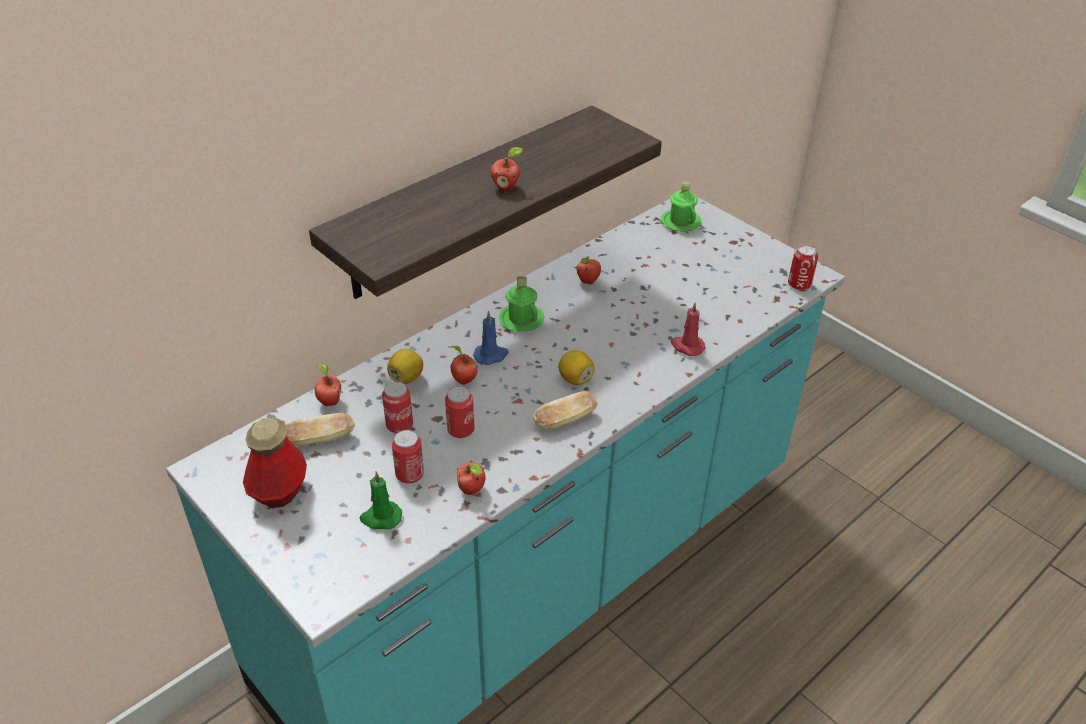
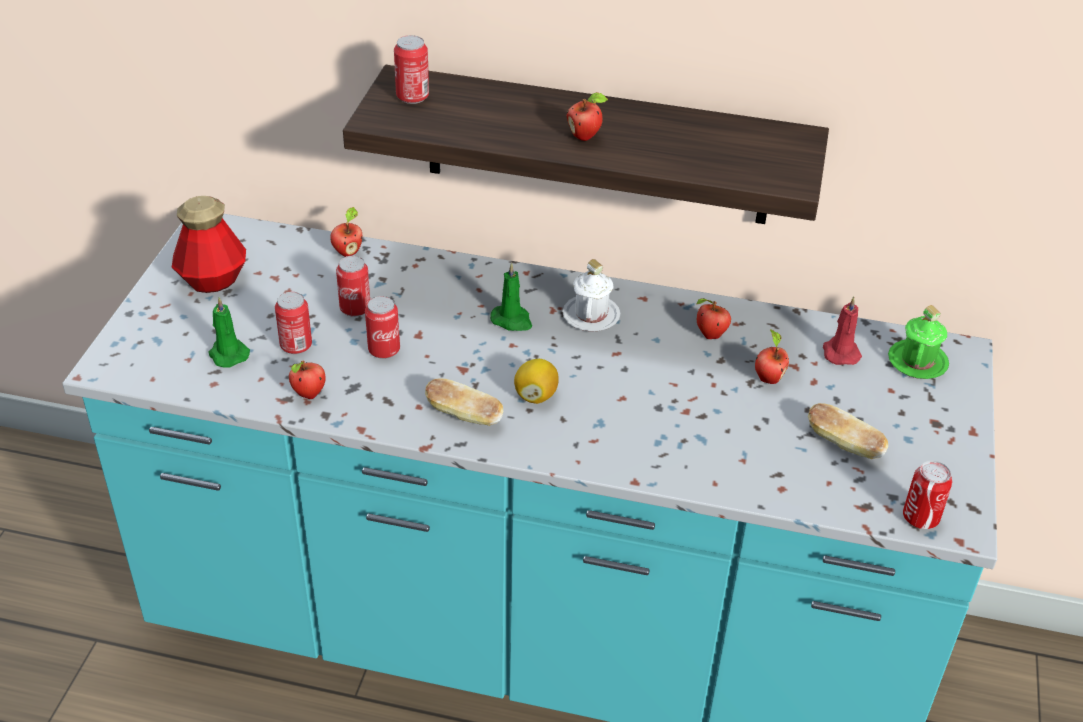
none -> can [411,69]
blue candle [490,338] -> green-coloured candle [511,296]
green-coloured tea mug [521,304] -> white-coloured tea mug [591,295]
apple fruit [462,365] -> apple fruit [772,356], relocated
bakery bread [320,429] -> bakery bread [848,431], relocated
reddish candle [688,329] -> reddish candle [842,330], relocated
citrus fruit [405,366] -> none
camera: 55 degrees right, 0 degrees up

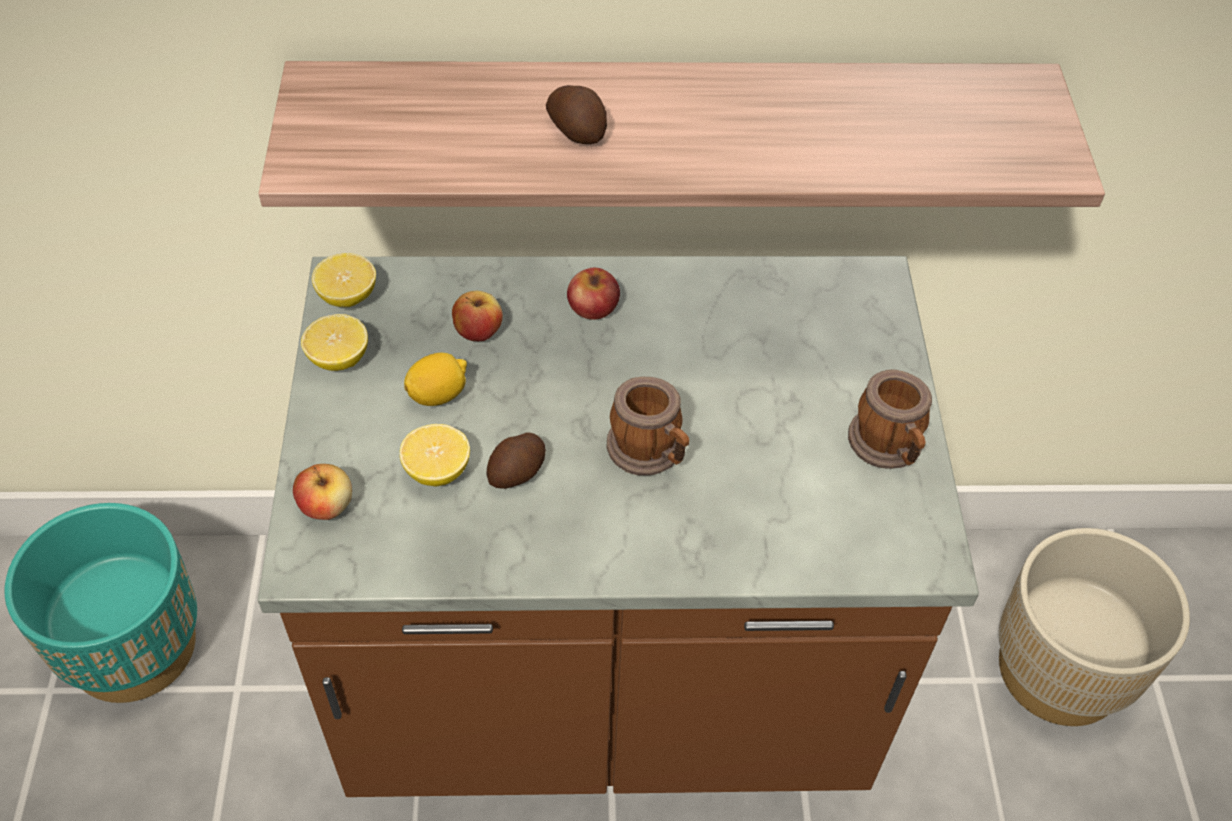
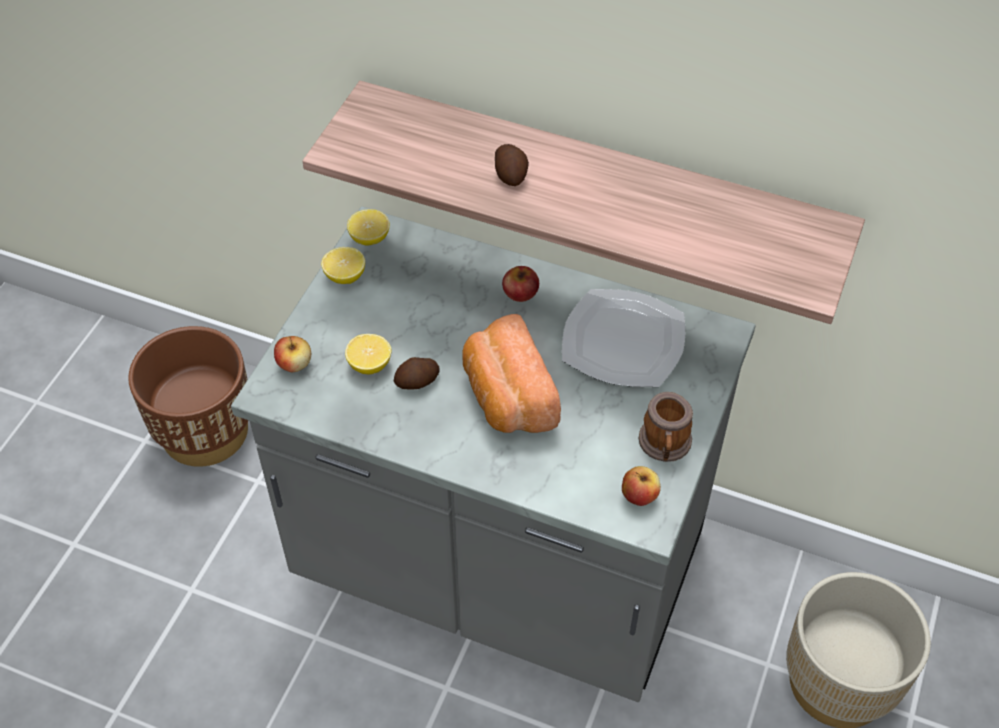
turquoise flower pot [101,603] -> brown-coloured flower pot [188,396]
brown-coloured kitchen counter [618,526] -> greyish kitchen counter [493,454]
tea mug [648,426] -> bakery bread [511,373]
none -> flat dish [623,338]
apple fruit [477,316] -> apple fruit [641,486], relocated
citrus fruit [435,379] -> none
camera: 25 degrees right, 0 degrees up

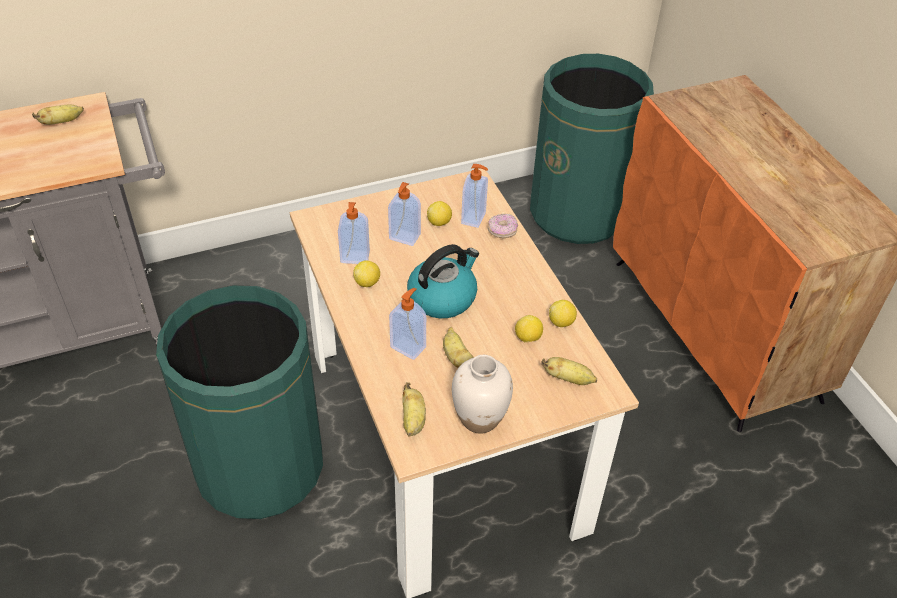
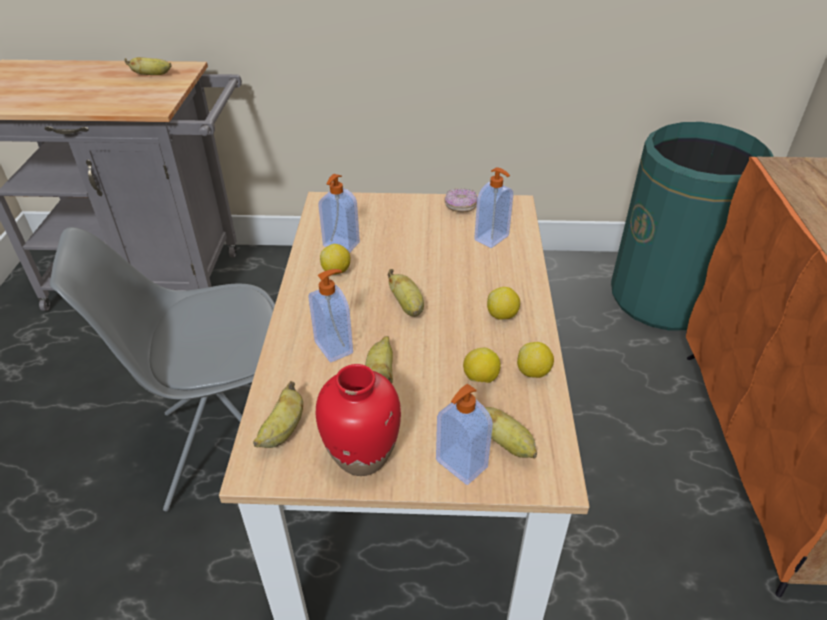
green-coloured waste bin [239,402] -> greyish plain chair [162,369]
white-coloured decorative vase [482,394] -> reddish decorative vase [358,420]
water kettle [443,281] -> banana [406,293]
soap bottle [404,214] -> soap bottle [464,434], relocated
ring doughnut [503,226] -> ring doughnut [461,200], relocated
citrus fruit [439,213] -> citrus fruit [503,303], relocated
camera: 25 degrees right, 5 degrees down

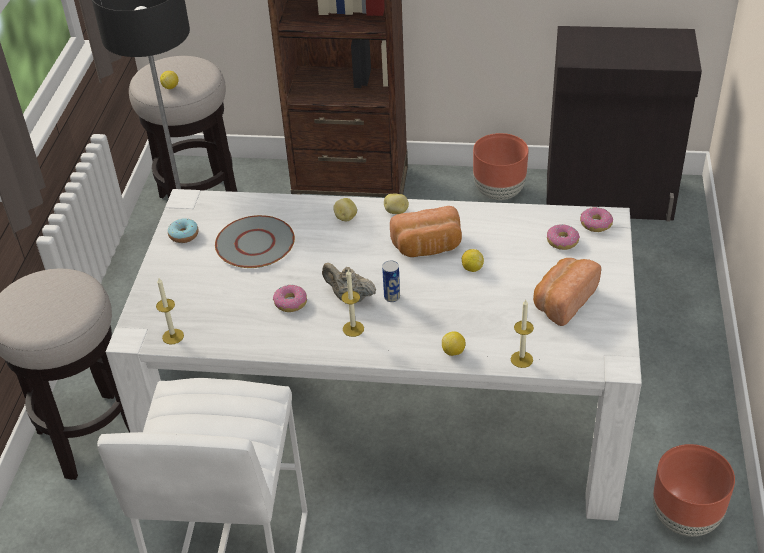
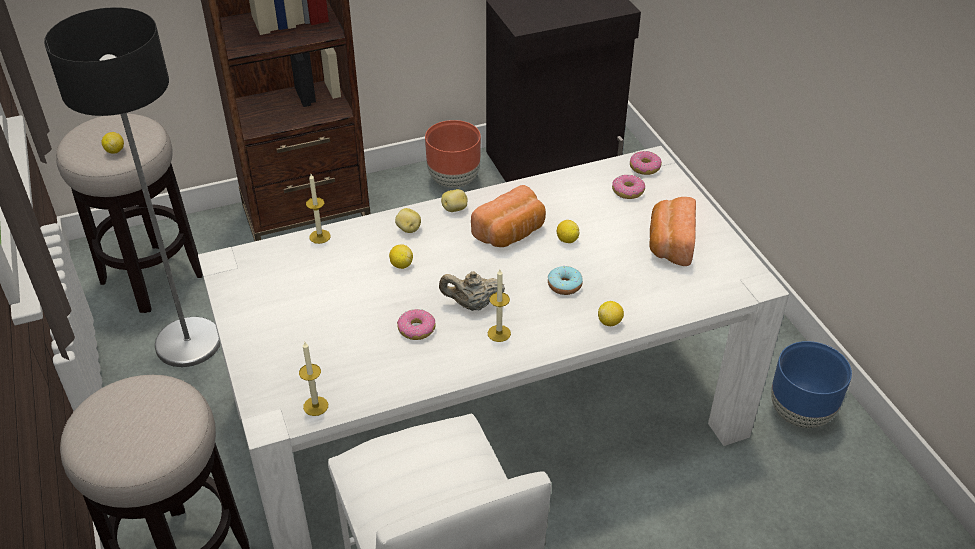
candle [522,334] -> candle [318,209], relocated
none -> citrus fruit [401,256]
ring doughnut [183,230] -> ring doughnut [565,280], relocated
brown-coloured flower pot [694,490] -> blue flower pot [811,384]
greyish flat dish [255,241] -> none
can [391,281] -> none
camera: 30 degrees left, 0 degrees up

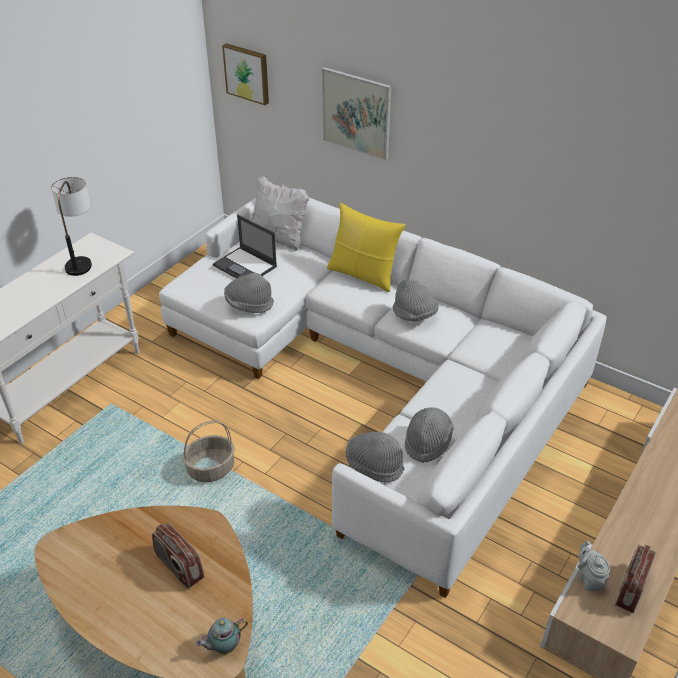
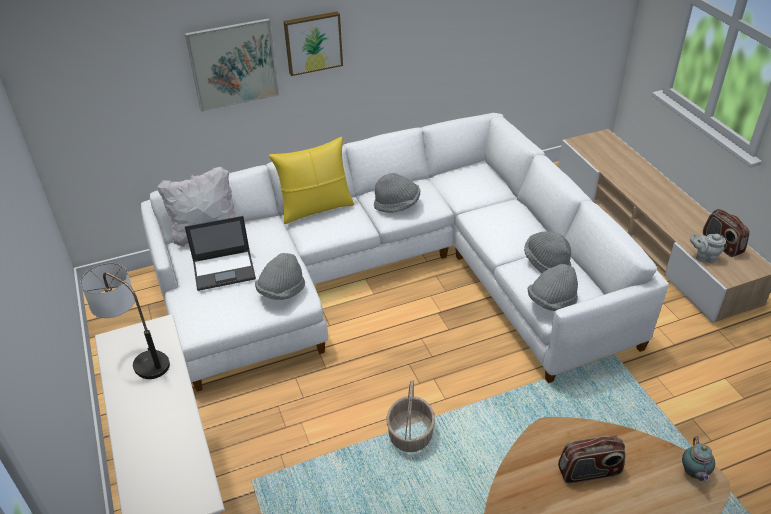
wall picture [245,74] -> wall picture [313,43], relocated
camera: 55 degrees left, 0 degrees up

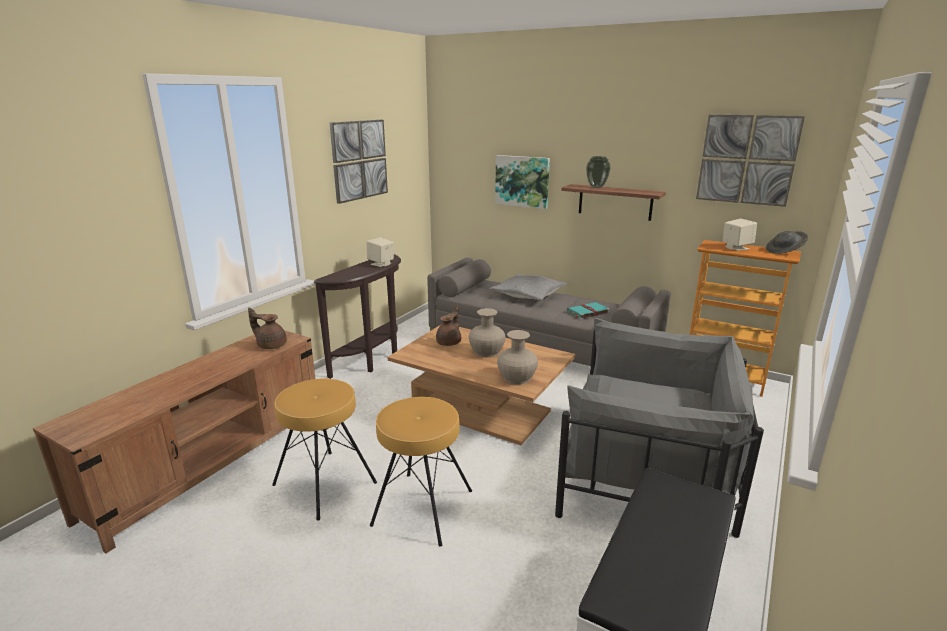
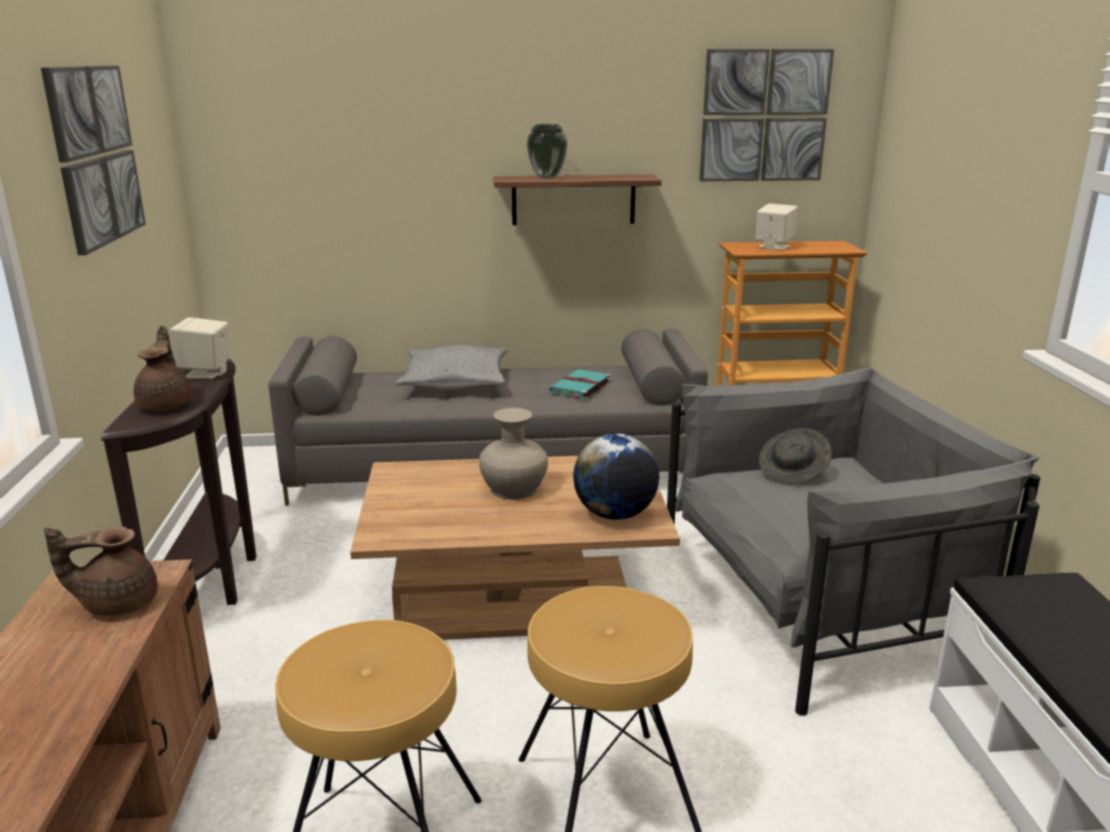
brown-coloured teapot [448,325] -> brown-coloured teapot [163,368], relocated
sand-coloured decorative vase [517,357] -> world globe [616,476]
greyish hat [787,242] -> greyish hat [795,456], relocated
wall picture [522,182] -> none
camera: 35 degrees left, 0 degrees up

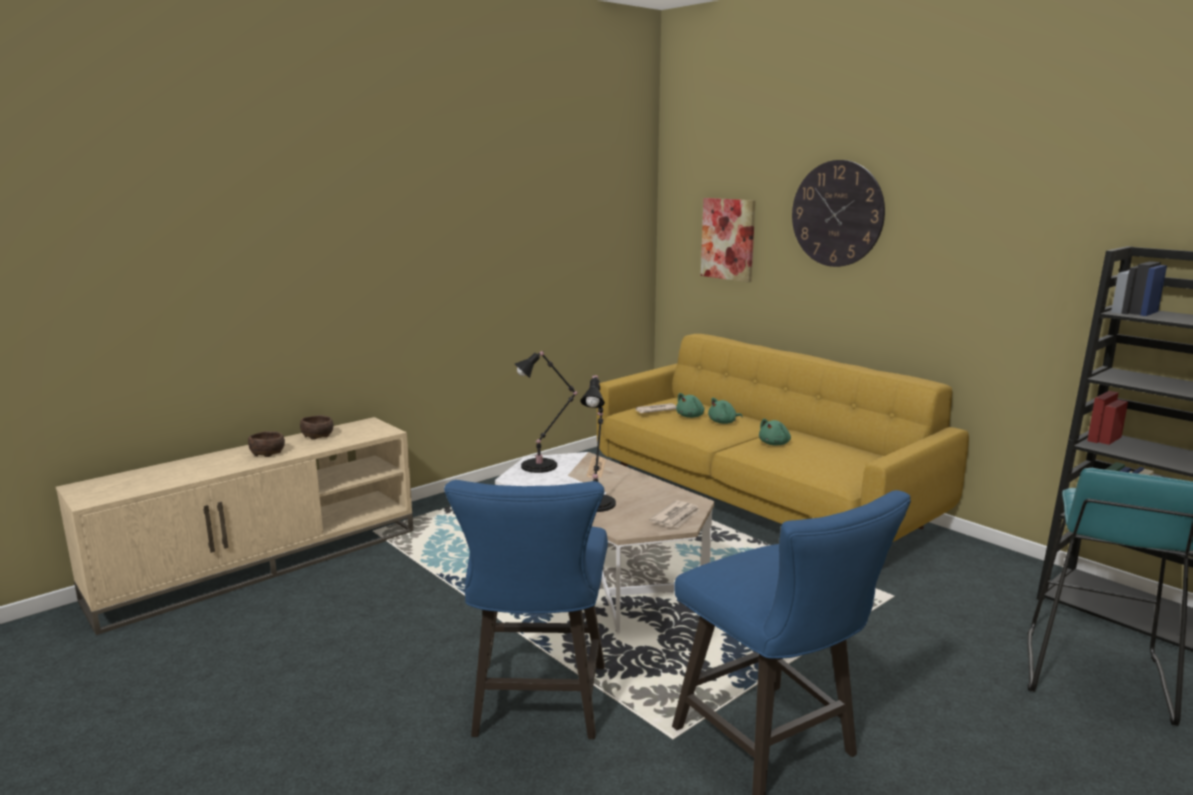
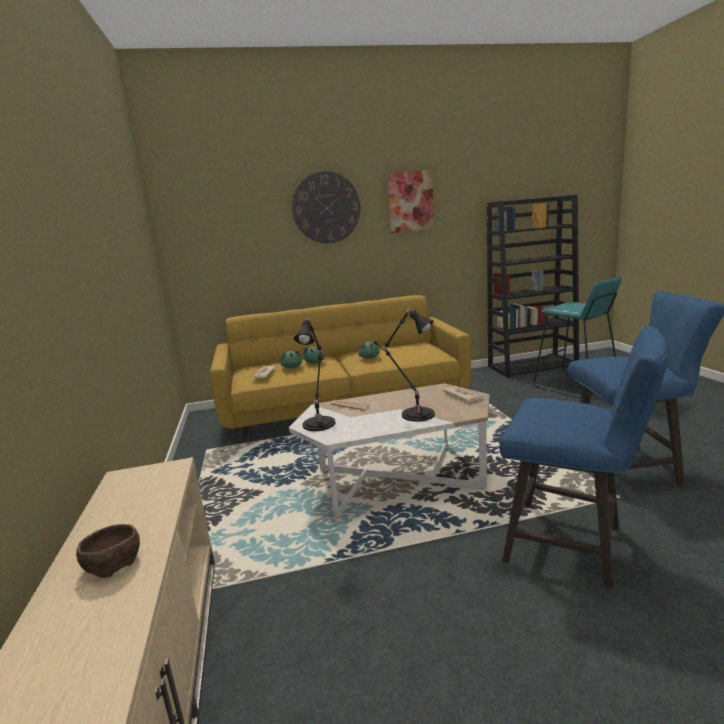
wall picture [728,240] -> wall picture [410,201], relocated
brown-coloured bowl [316,427] -> none
camera: 60 degrees left, 0 degrees up

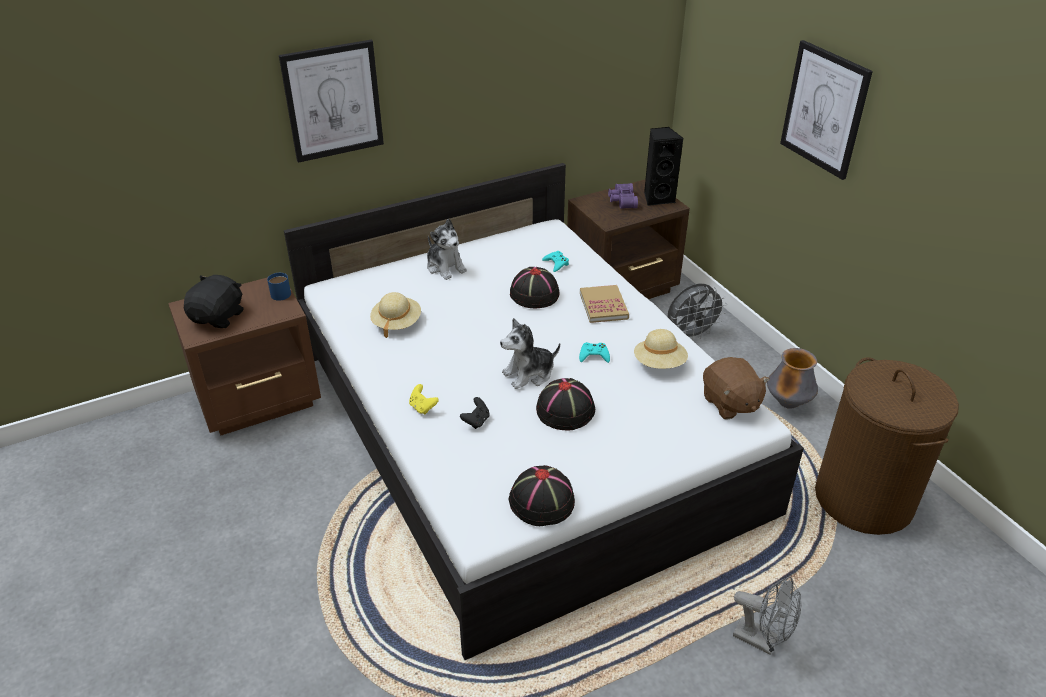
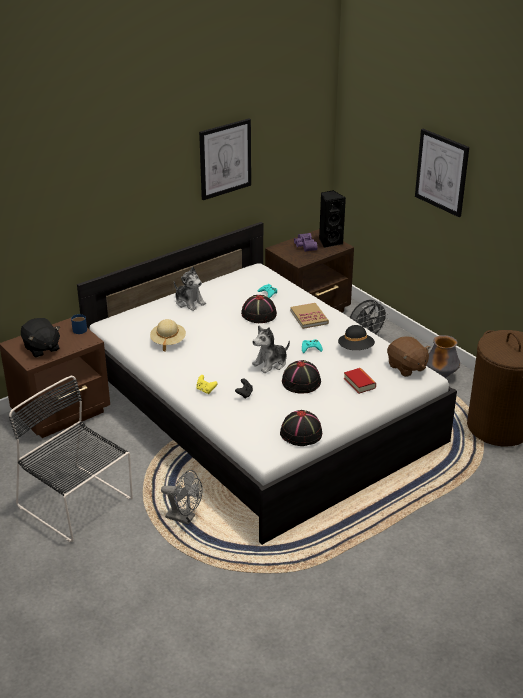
none -> black plain chair [71,459]
black cuddly toy [214,301] -> black cuddly toy [41,338], 135 degrees clockwise
greyish cooling fan [767,615] -> greyish cooling fan [181,497], relocated
wall picture [331,101] -> wall picture [225,159], relocated
sand-coloured hat [661,349] -> black hat [356,337]
none -> volume [360,381]
camera: 10 degrees left, 5 degrees down

